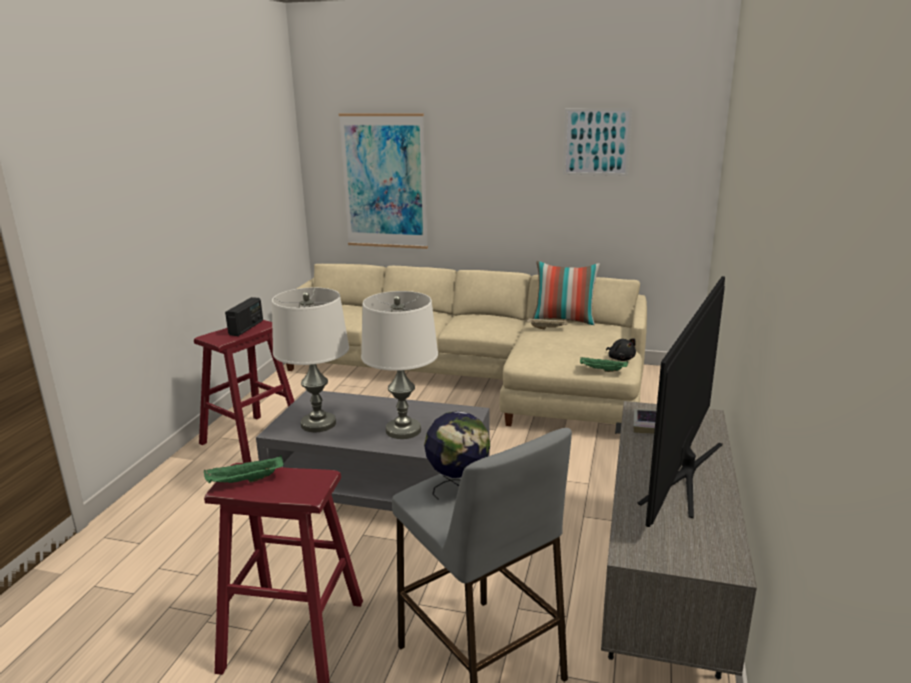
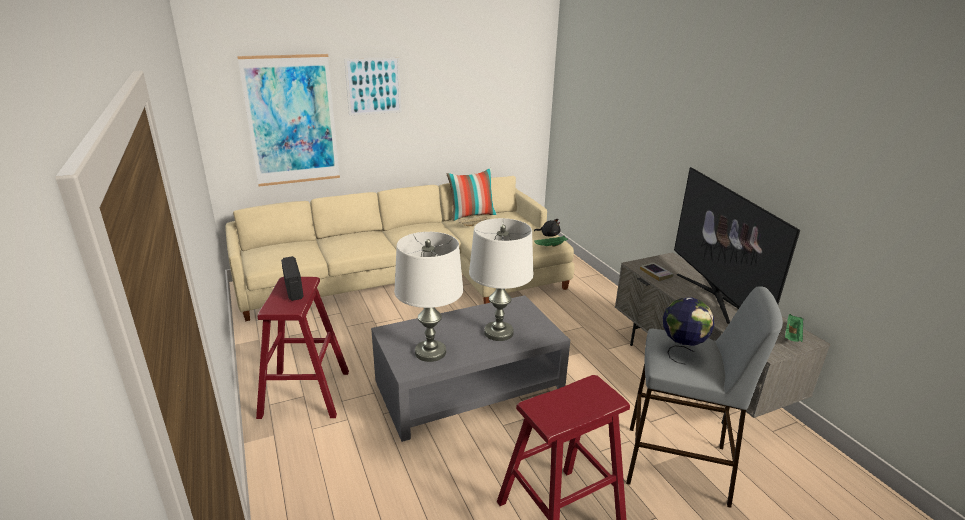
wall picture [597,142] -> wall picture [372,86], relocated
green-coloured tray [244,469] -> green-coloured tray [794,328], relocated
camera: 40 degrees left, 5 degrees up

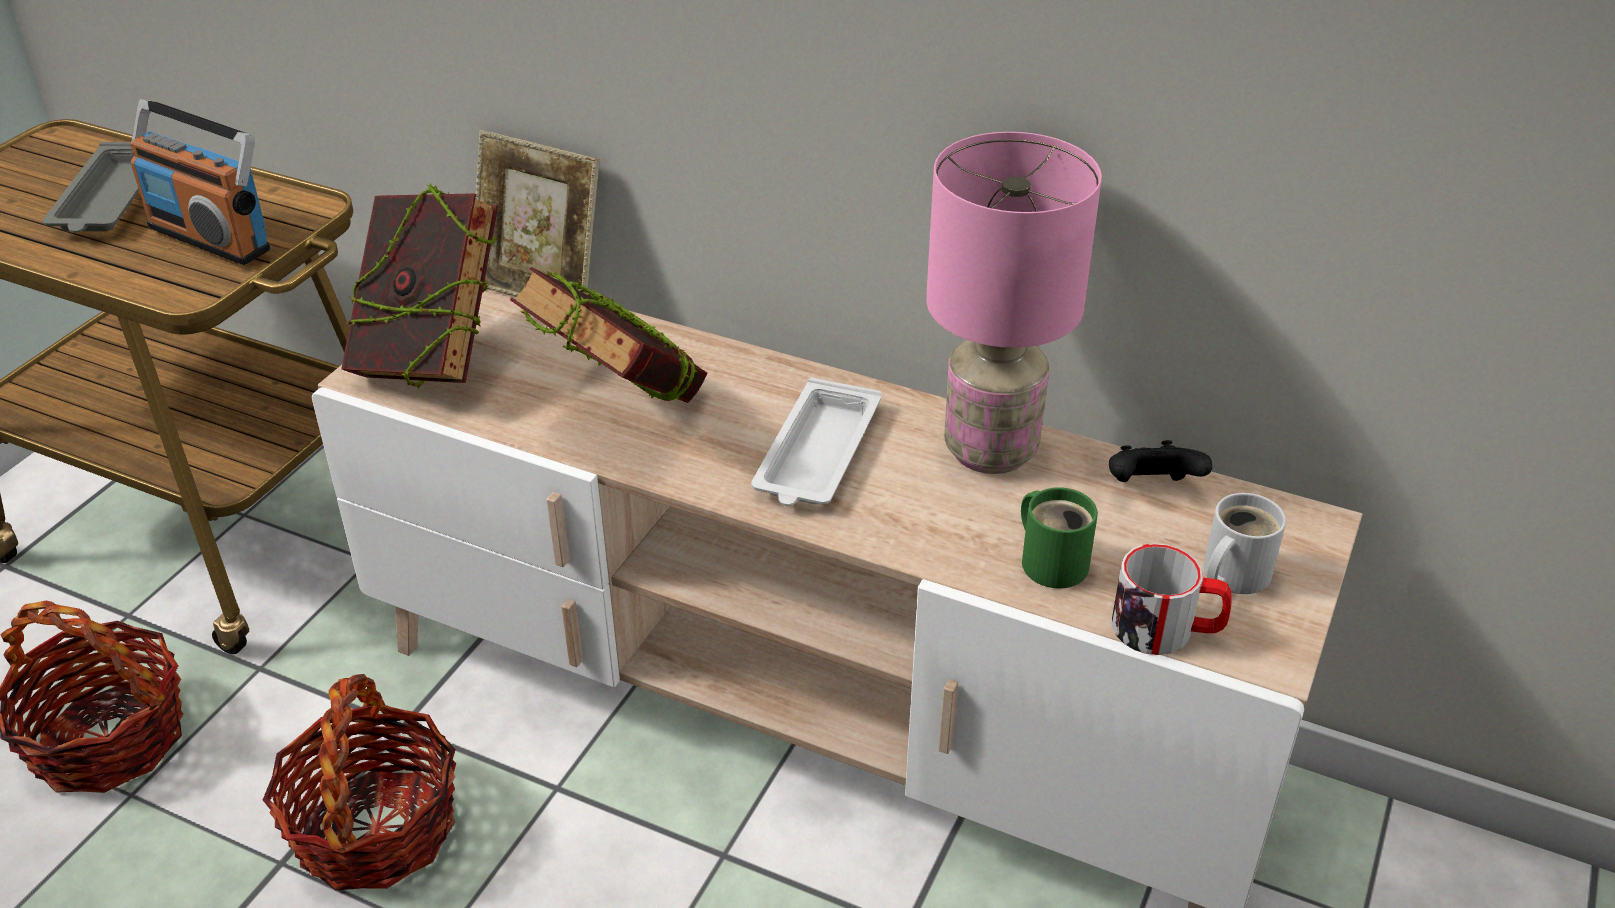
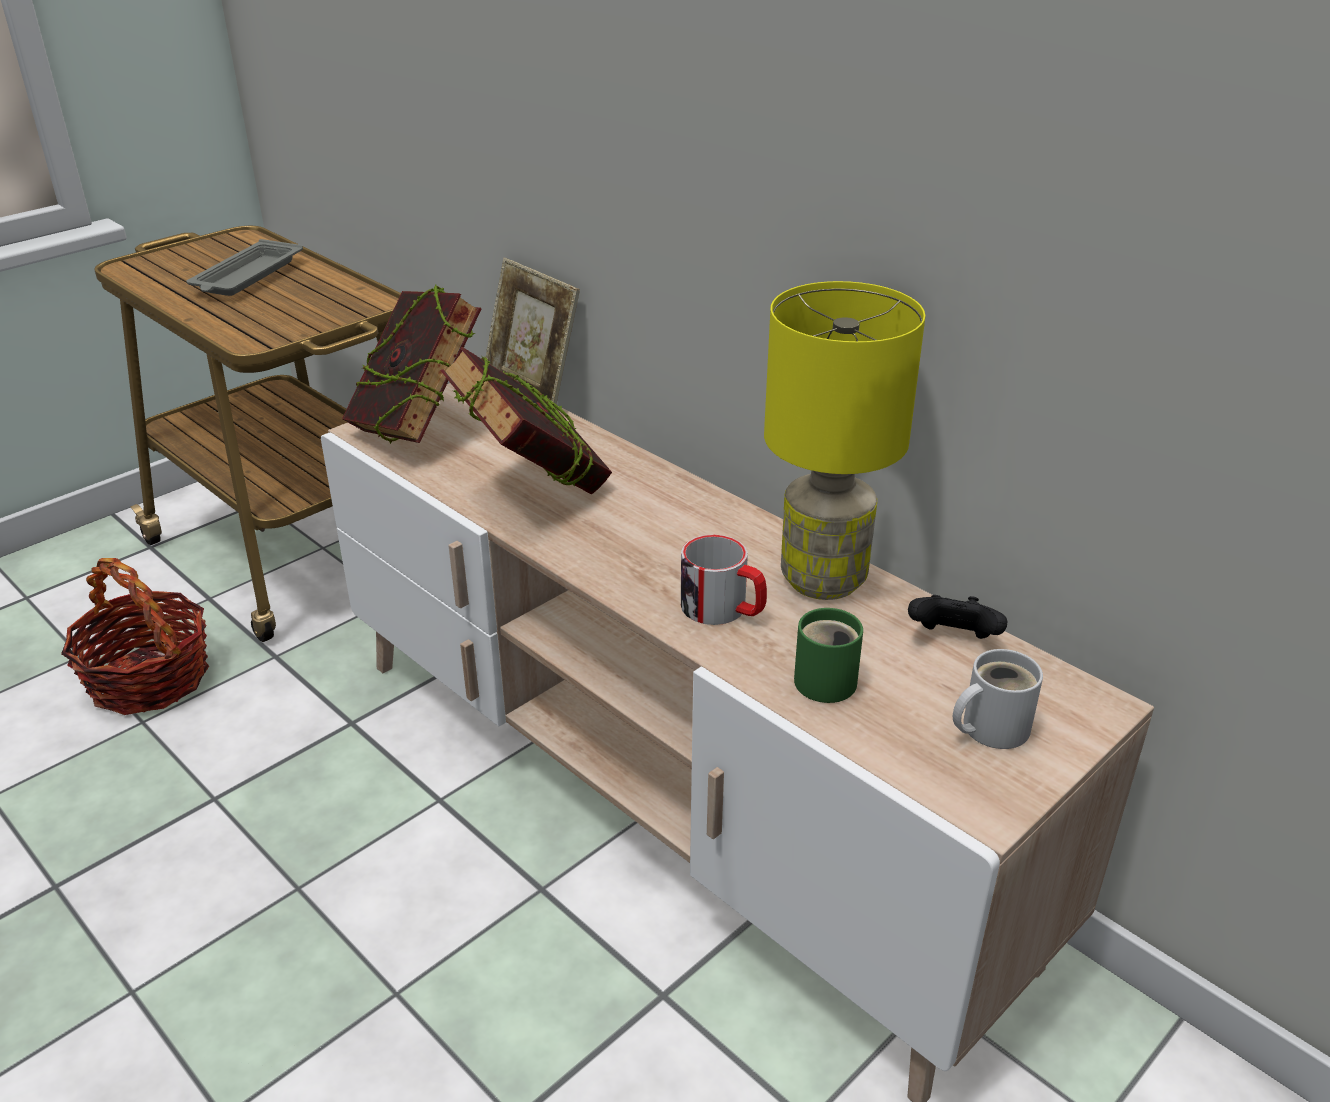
tea mug [1172,599] -> tea mug [724,580], relocated
pinkish lamp for a table [1014,303] -> yellow lamp for a table [844,440]
radio set [200,182] -> none
basket [359,782] -> none
white-coloured tray [816,442] -> none
camera: 20 degrees right, 5 degrees down

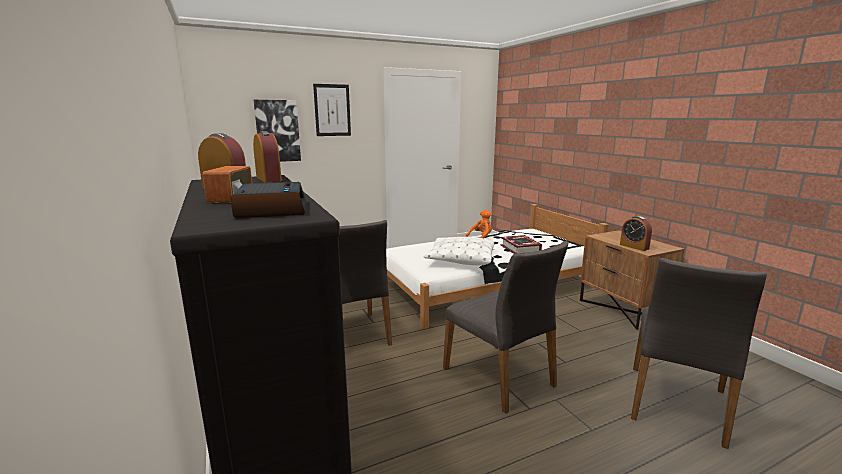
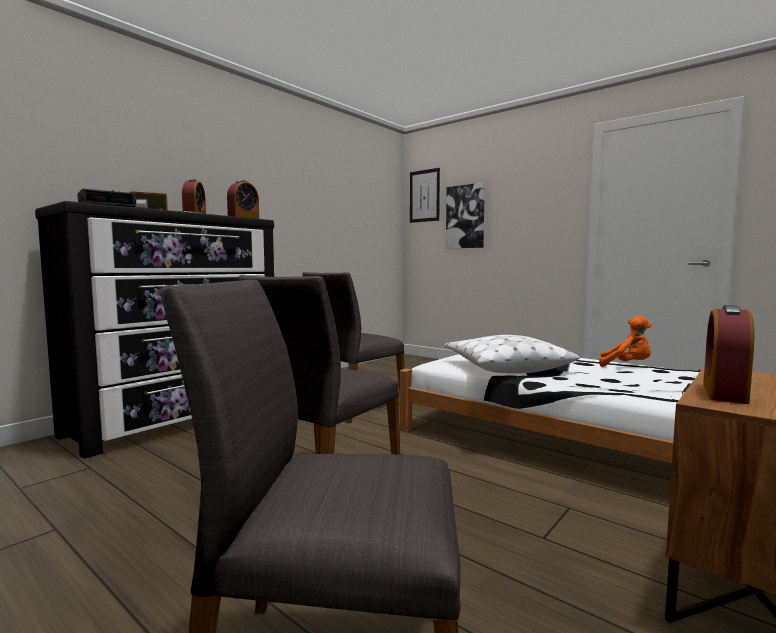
wall picture [332,110] -> wall picture [425,195], relocated
volume [521,244] -> none
camera: 65 degrees right, 10 degrees down

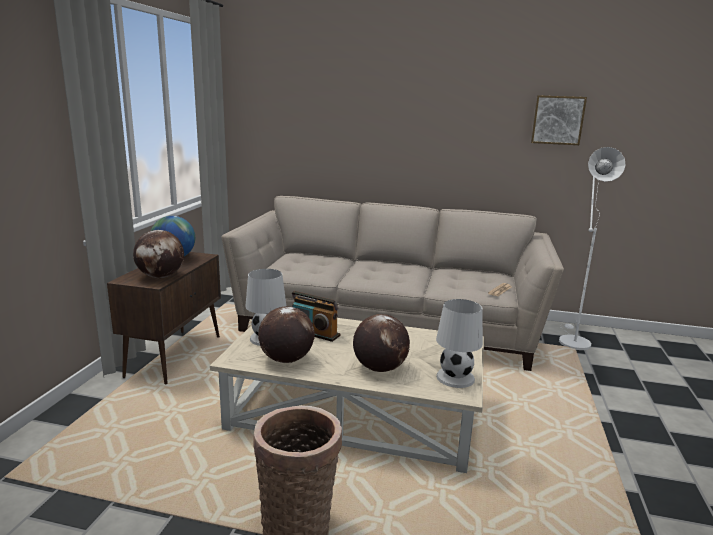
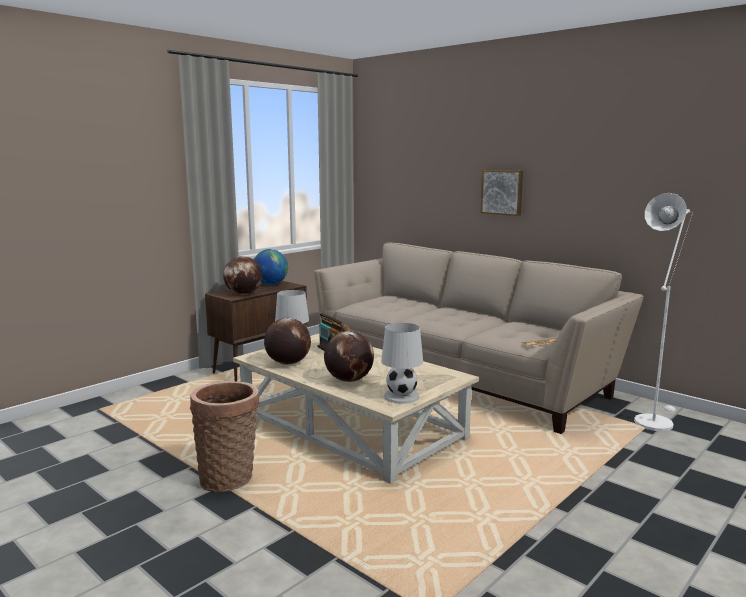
wall picture [559,120] -> wall picture [501,193], relocated
camera: 30 degrees right, 5 degrees down

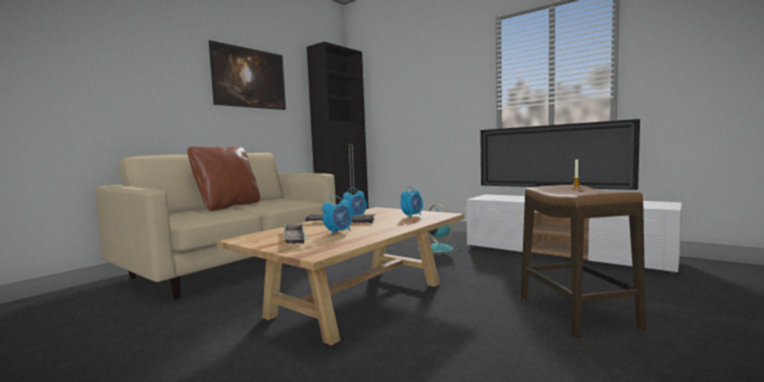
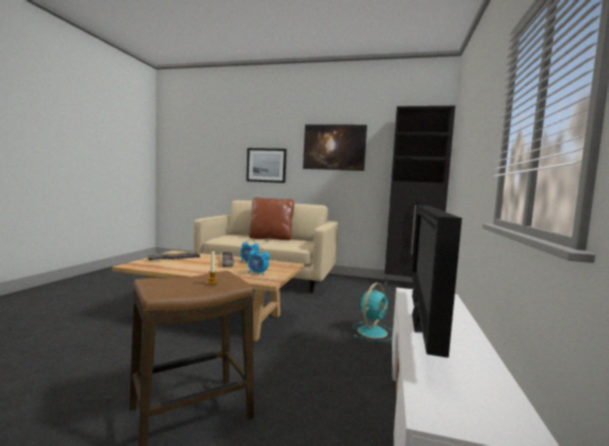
none -> wall picture [266,165]
table clock [337,215] -> none
camera: 65 degrees right, 0 degrees up

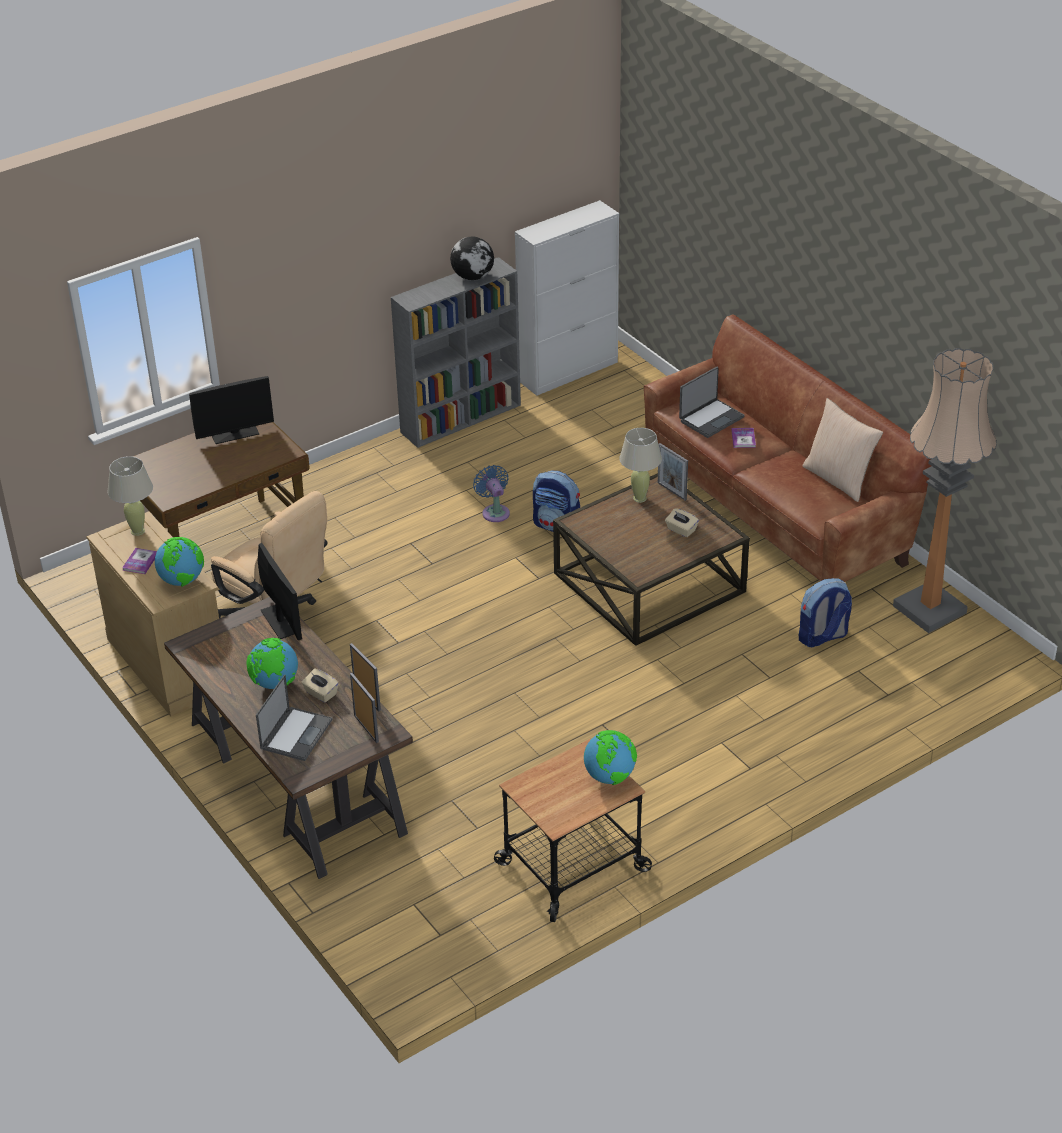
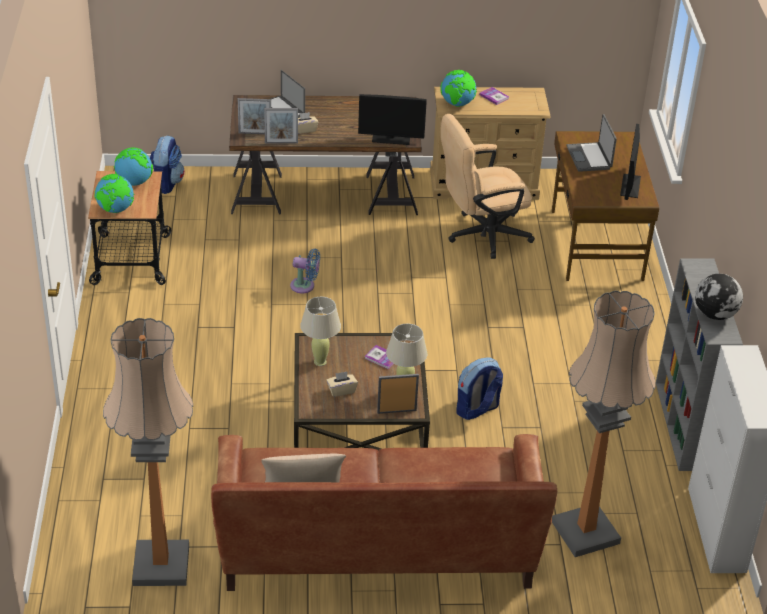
world globe [272,663] -> world globe [133,166], relocated
rucksack [825,612] -> rucksack [167,165], relocated
blue cooling fan [491,493] -> blue cooling fan [305,271], relocated
sand-coloured lamp for a table [130,496] -> sand-coloured lamp for a table [320,331], relocated
volume [743,438] -> volume [379,357], relocated
none -> standard lamp [604,424]
portable computer [712,402] -> portable computer [591,143], relocated
camera: 120 degrees right, 0 degrees up

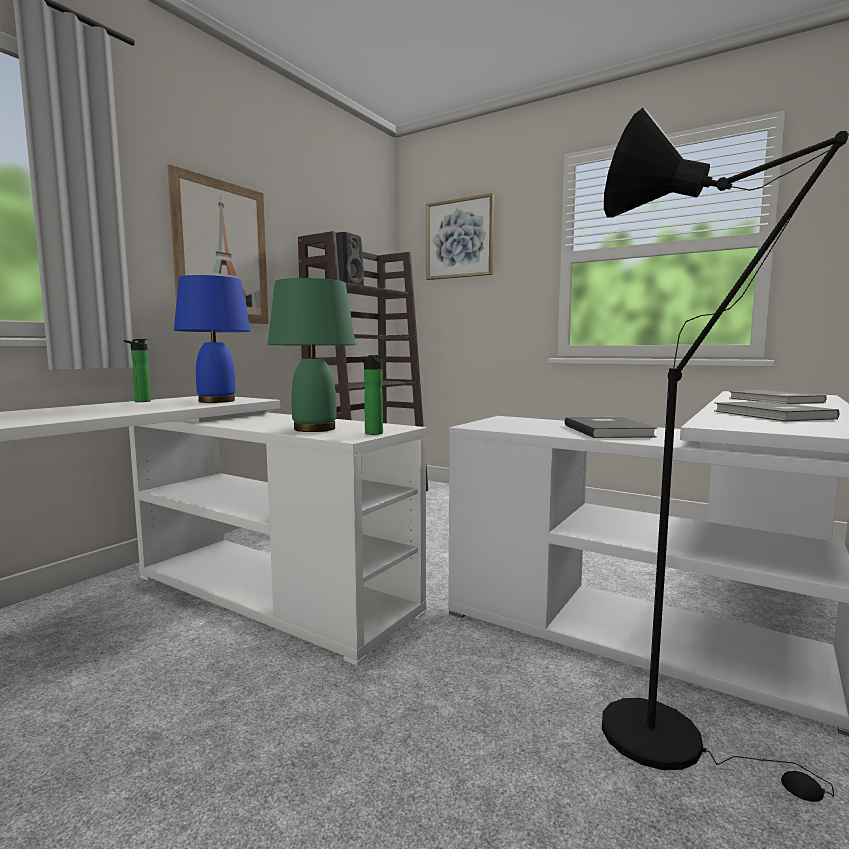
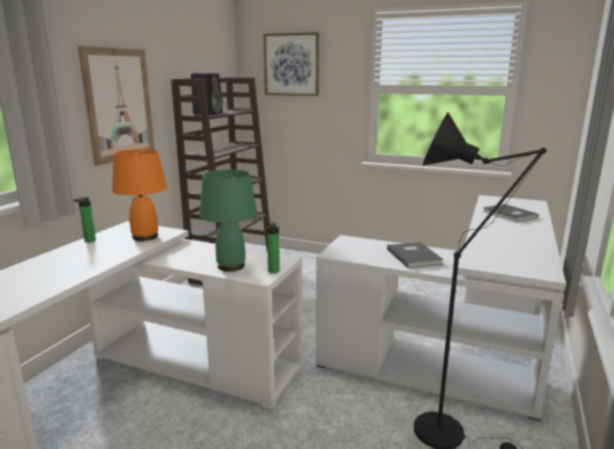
blue lamp for a table [212,339] -> orange lamp for a table [139,195]
greyish volume [776,411] -> none
camera: 10 degrees left, 10 degrees up

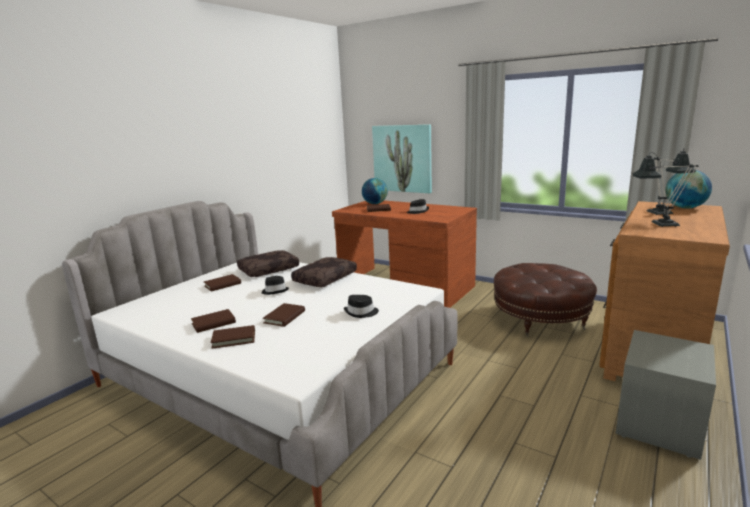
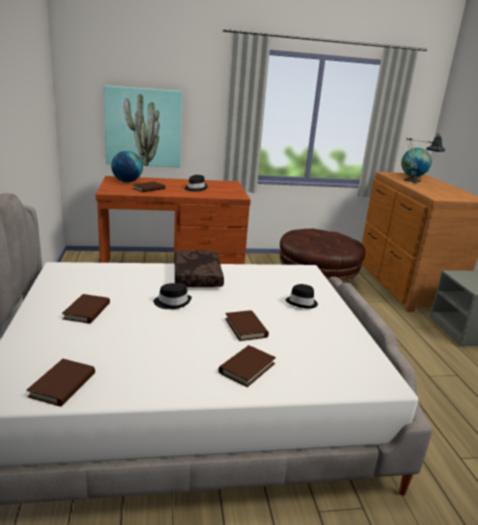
brown-coloured volume [213,321] -> brown-coloured volume [61,383], relocated
brown-coloured pillow [268,263] -> none
lamp for a table [665,189] -> none
camera: 45 degrees left, 5 degrees up

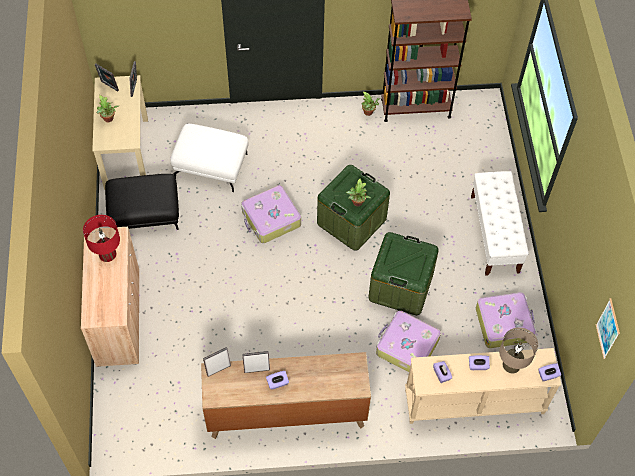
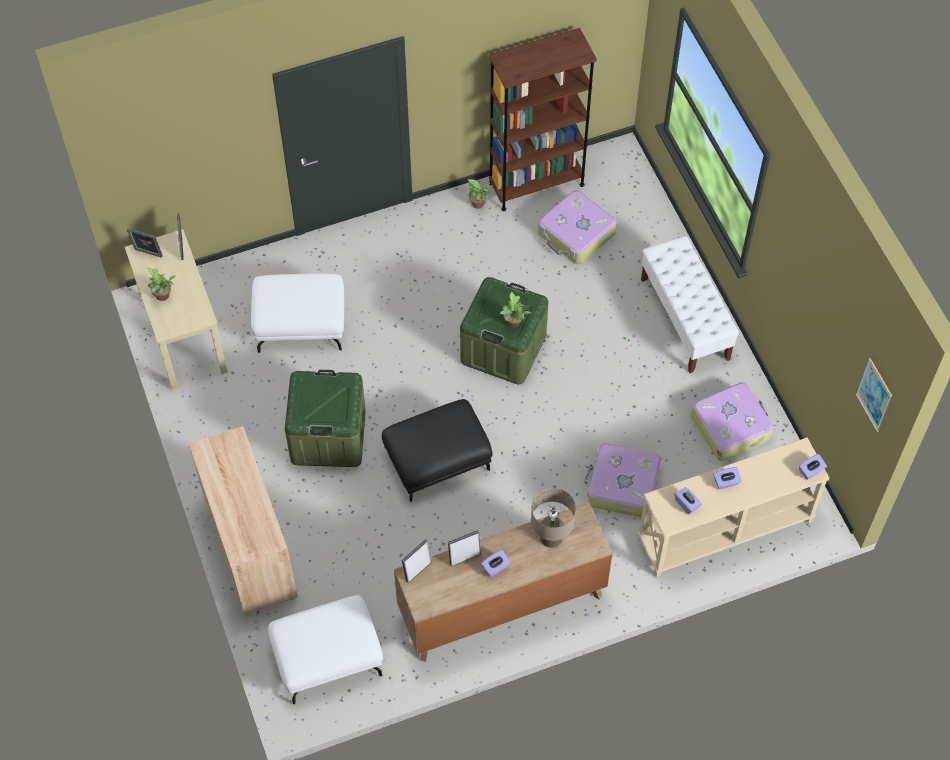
none -> white-coloured footrest [325,649]
green-coloured storage container [403,273] -> green-coloured storage container [325,418], relocated
black footrest [142,202] -> black footrest [437,450], relocated
sand-coloured lamp for a table [518,350] -> sand-coloured lamp for a table [553,518], relocated
travel case [271,214] -> travel case [577,227], relocated
reddish lamp for a table [101,238] -> none
camera: 15 degrees left, 0 degrees up

